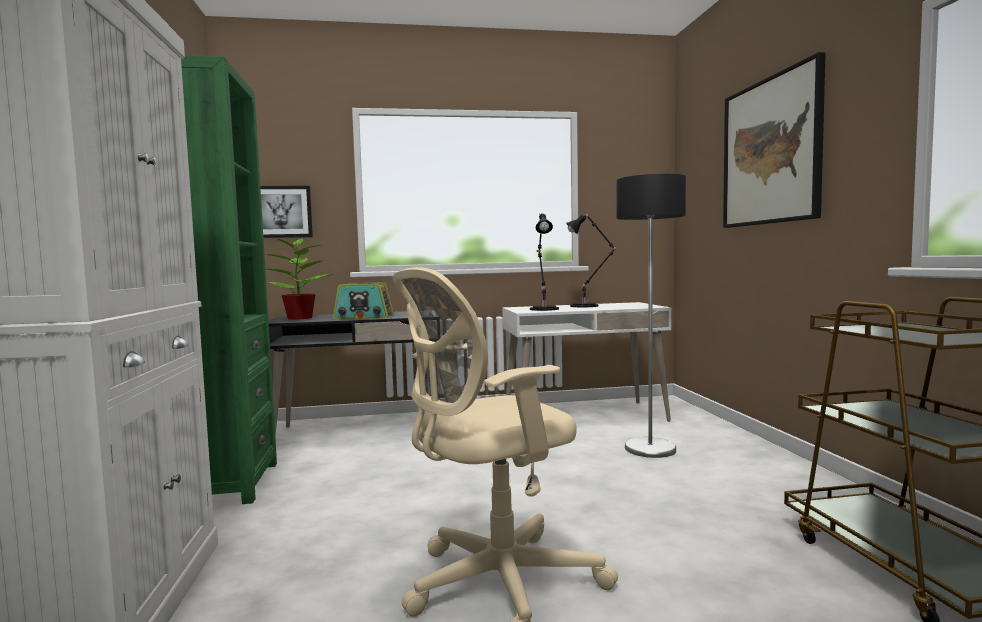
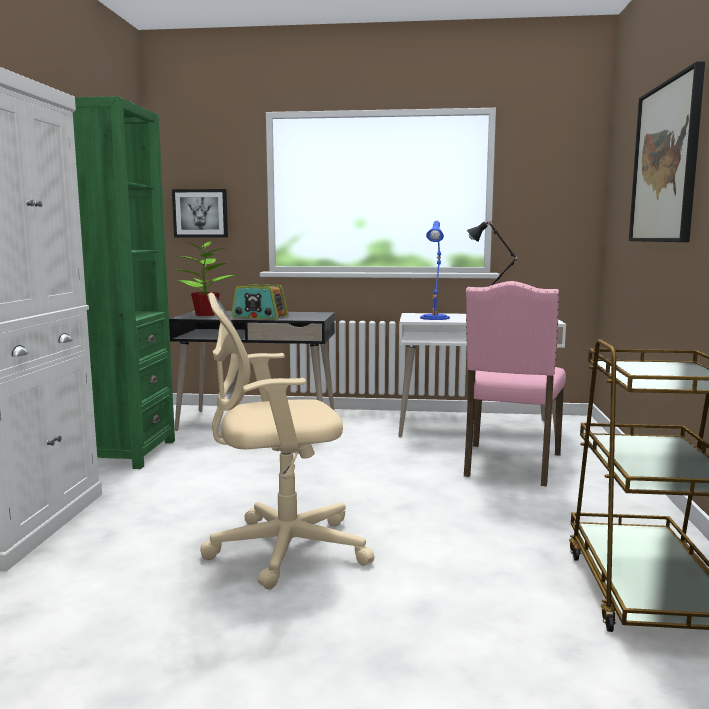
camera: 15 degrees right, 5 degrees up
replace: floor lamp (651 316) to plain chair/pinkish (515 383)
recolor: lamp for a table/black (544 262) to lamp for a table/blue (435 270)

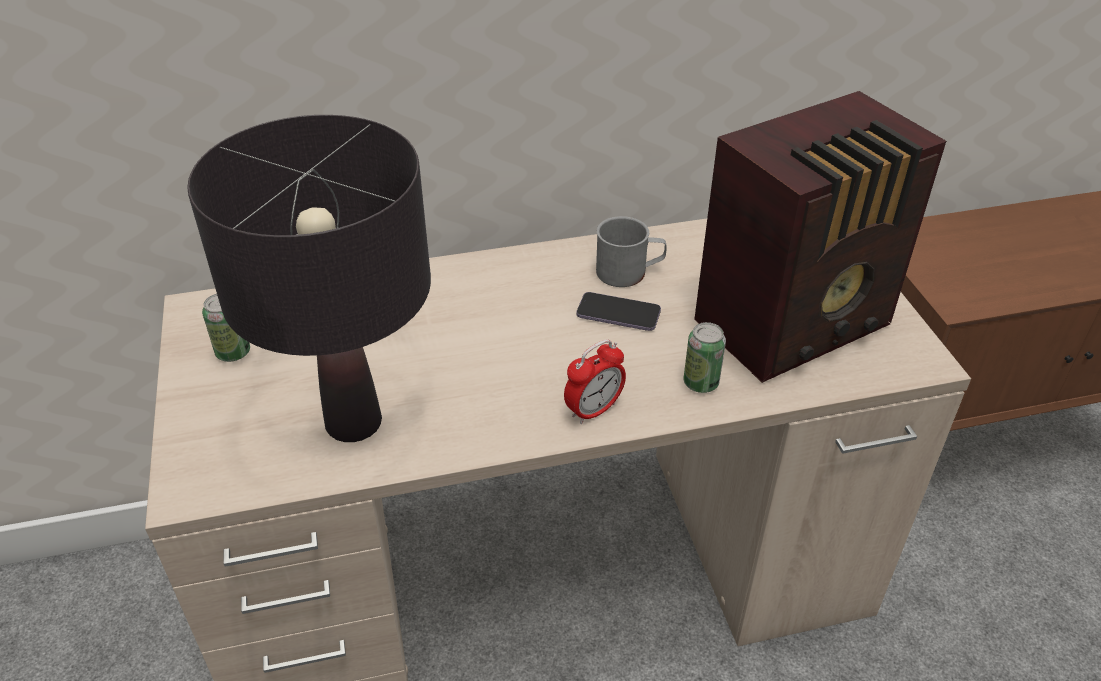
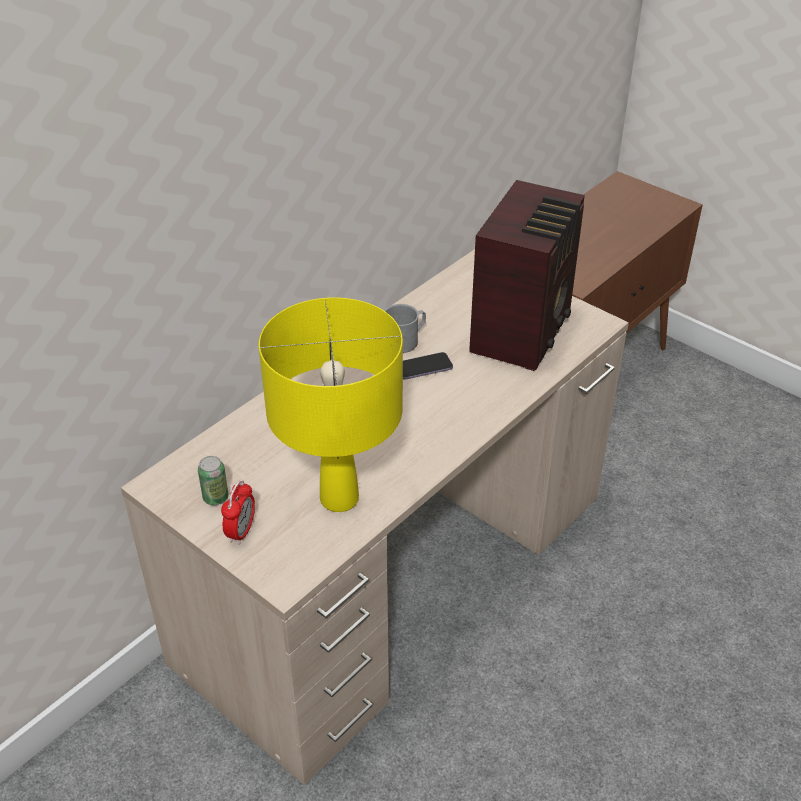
camera: 35 degrees left, 0 degrees up
delete: metal can (704 357)
move: bedside clock (595 381) to (238 512)
recolor: lamp for a table/black (309 278) to lamp for a table/yellowish (331 404)

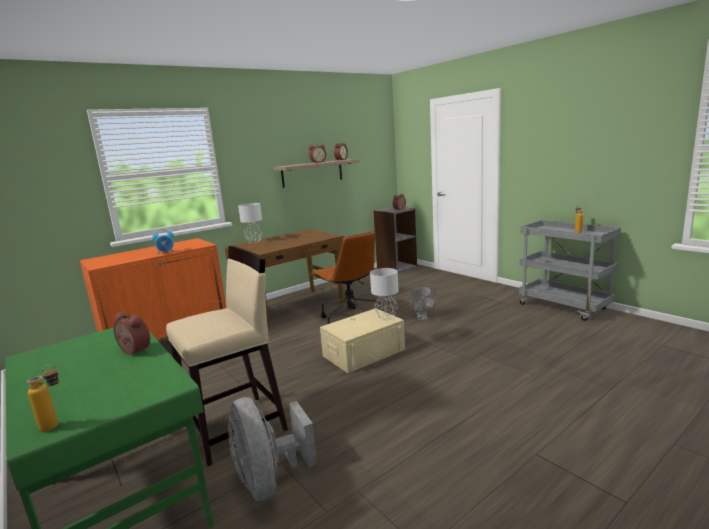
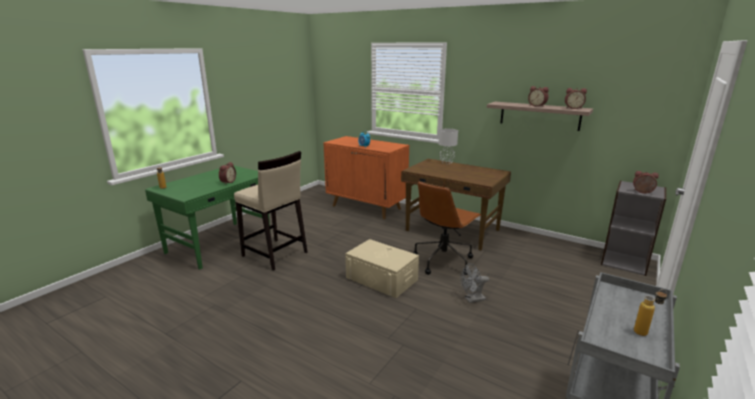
camera: 70 degrees right, 5 degrees up
delete: electric fan/grey (272 449); lamp for a table/grey (384 294)

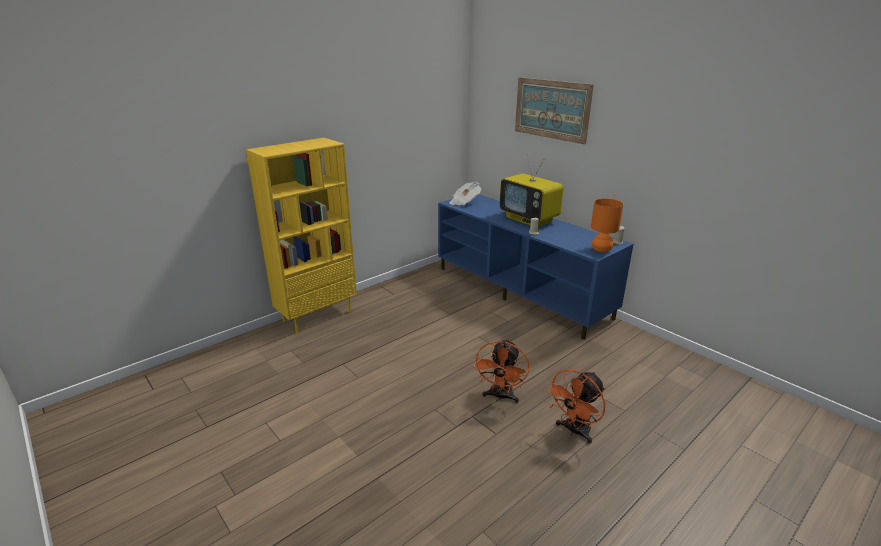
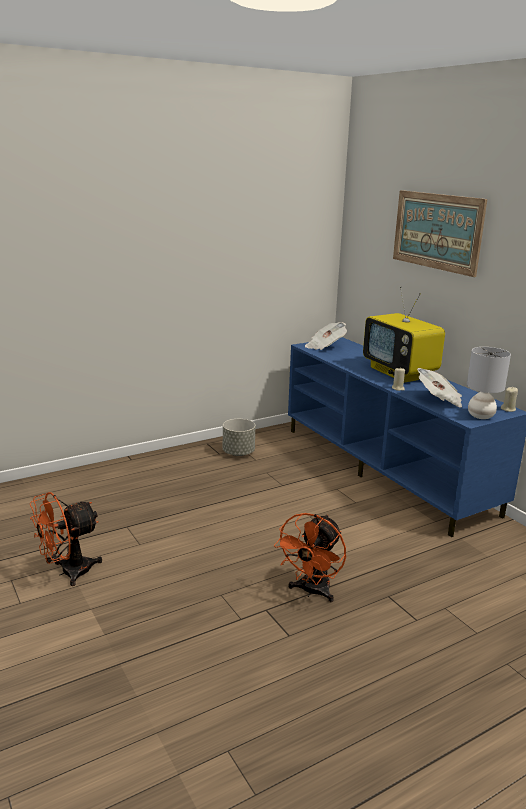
camera: 10 degrees right, 5 degrees down
delete: shelving unit/yellowish (301 236)
insert: flower pot/grey (239 437); newspaper (439 388)
move: electric fan/orange-coloured (575 407) to (66 539)
recolor: lamp for a table/orange-coloured (607 225) to lamp for a table/grey (489 383)

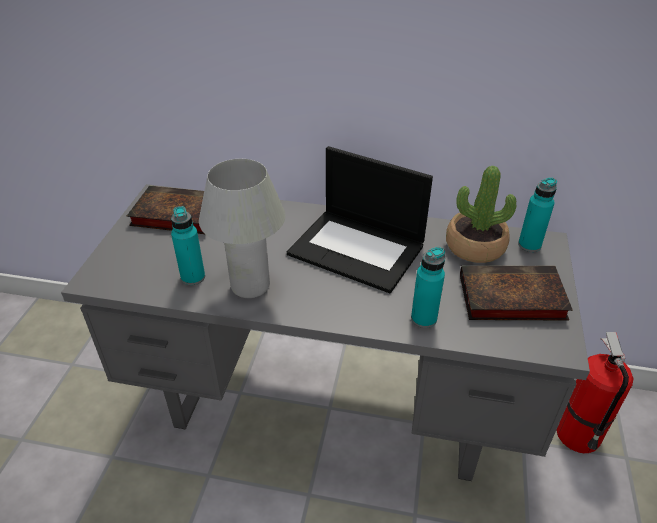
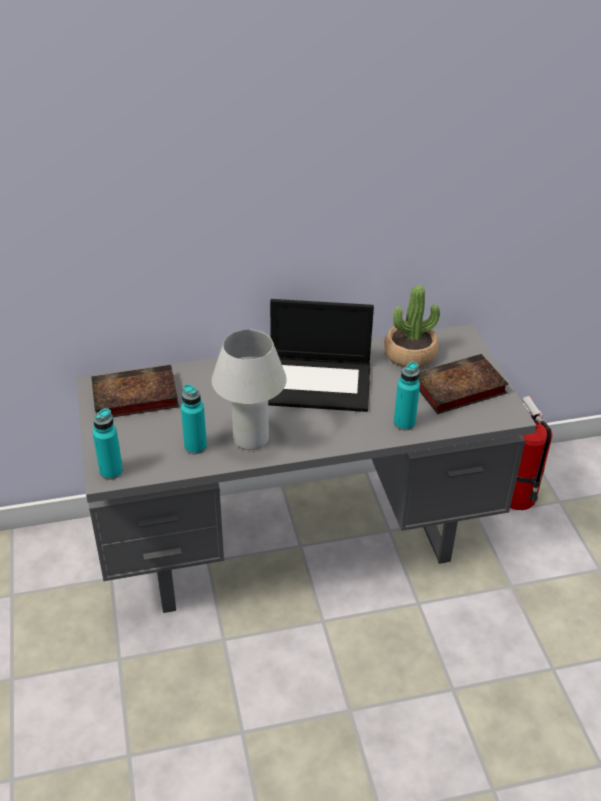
camera: 25 degrees left, 0 degrees up
move: beverage bottle/blue-green (537 214) to (108 444)

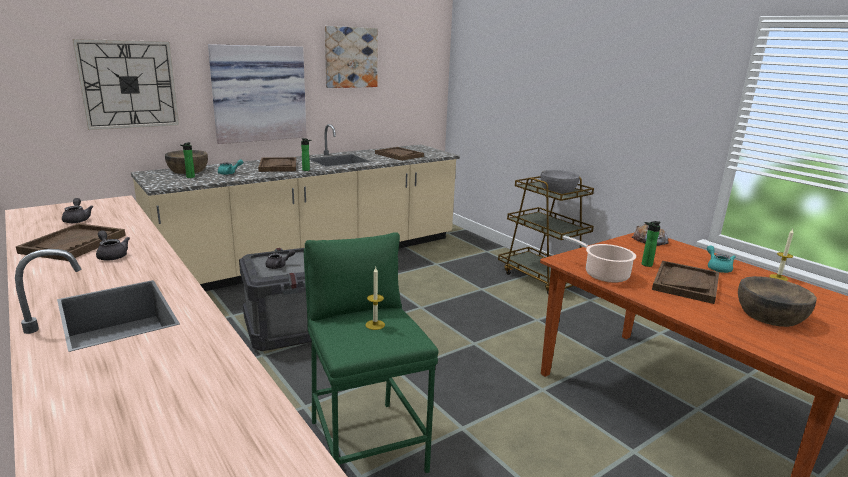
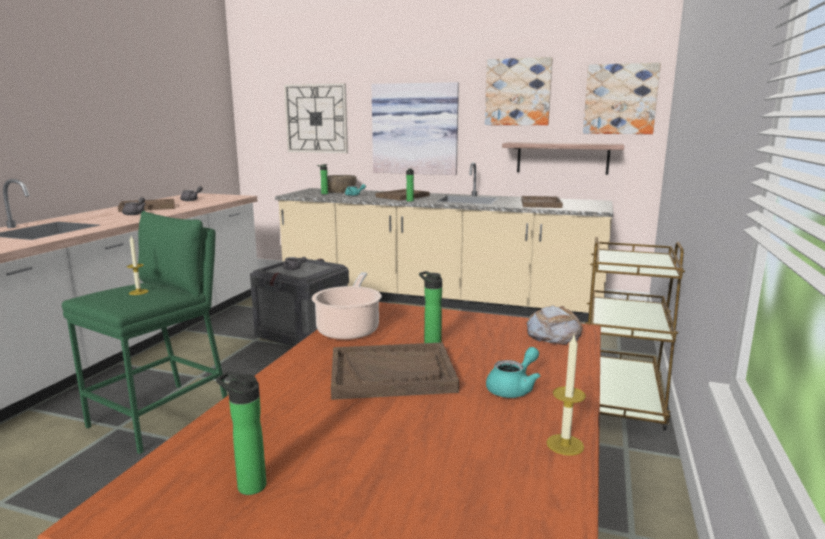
camera: 55 degrees right, 5 degrees down
delete: serving bowl/grey (560 182); serving bowl/brownish (777 301)
insert: beverage bottle (241 433); shelf (563 158); wall picture (622 98)

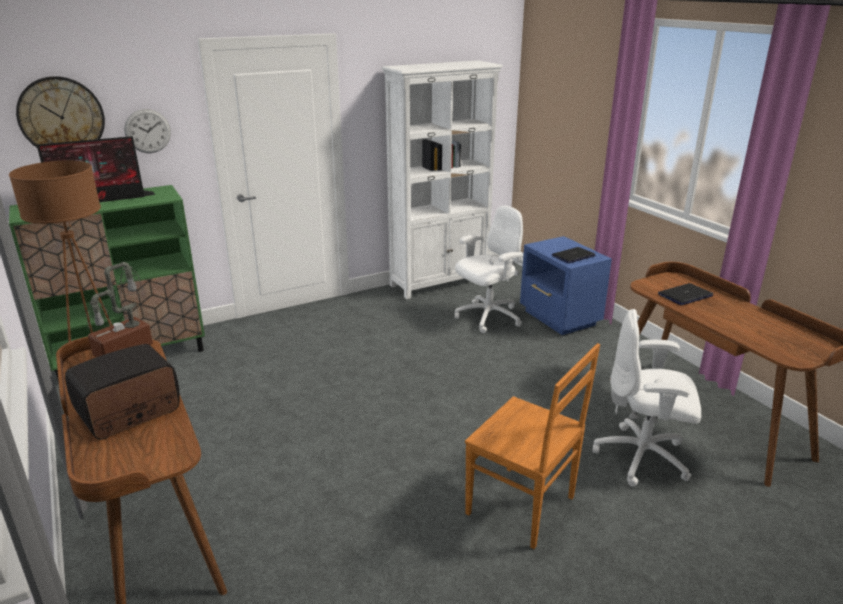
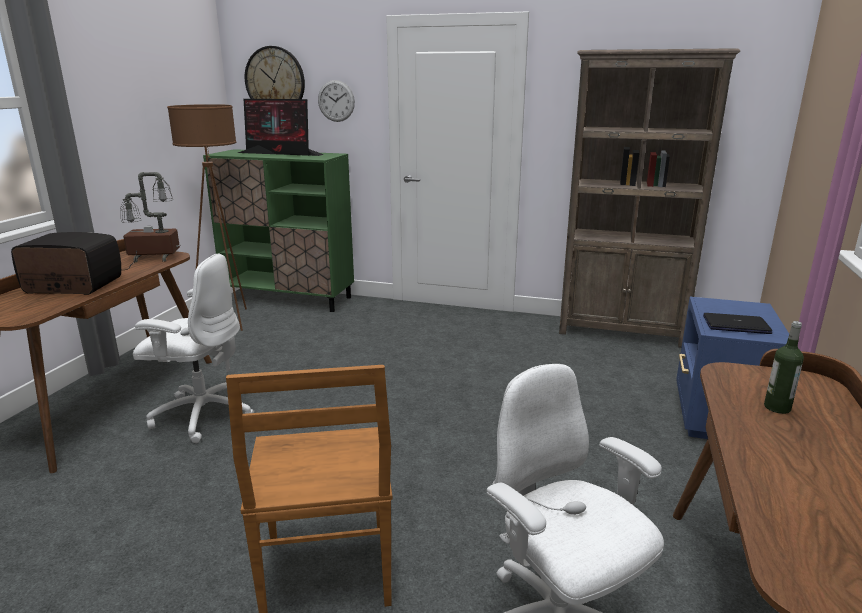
camera: 45 degrees right, 5 degrees down
move: office chair/whitish (489 269) to (194 348)
replace: portable computer (686 294) to beverage bottle (784 367)
recolor: shelving unit/whitish (442 179) to shelving unit/brownish (649 198)

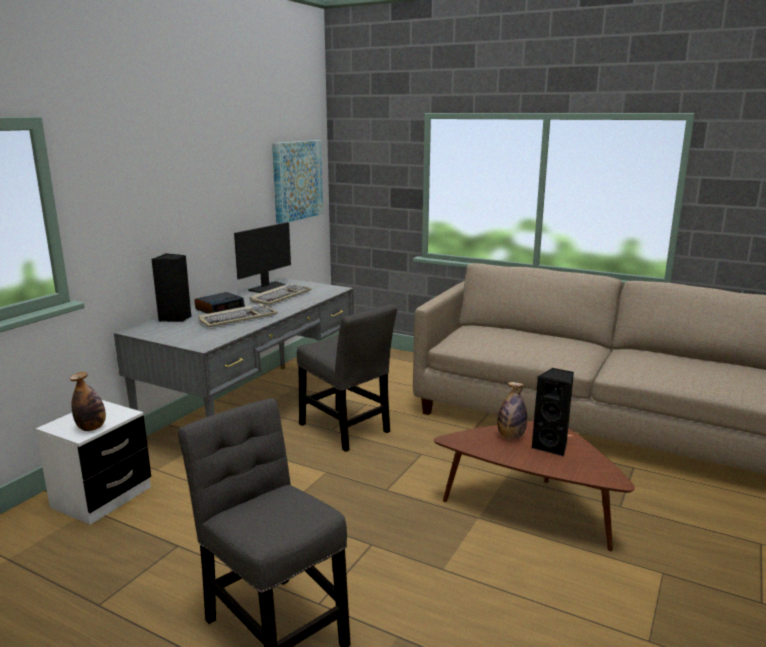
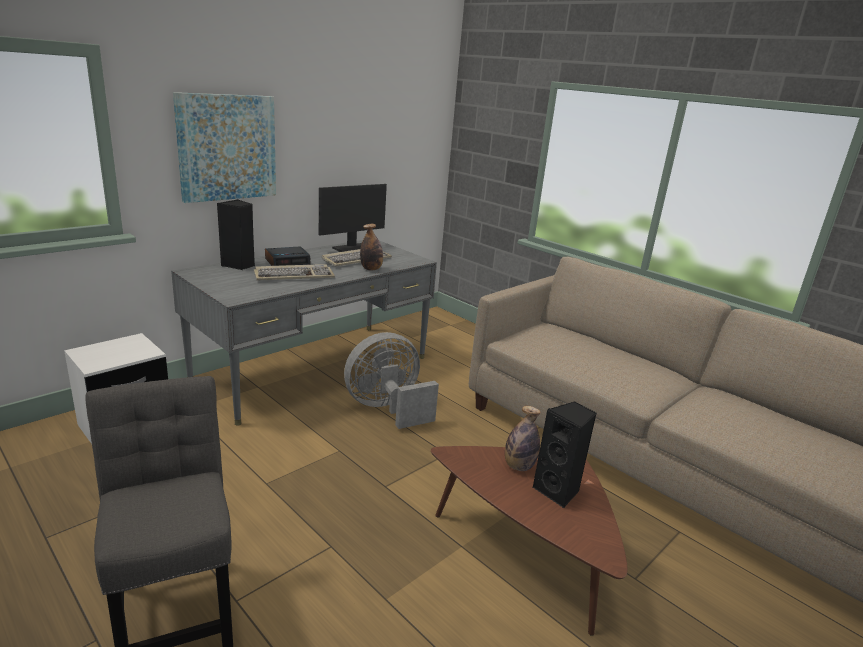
camera: 15 degrees right, 5 degrees up
move: wall picture (297 182) to (224 147); beverage bottle (88 401) to (371 247)
replace: plain chair/grey (347 378) to electric fan/grey (391 380)

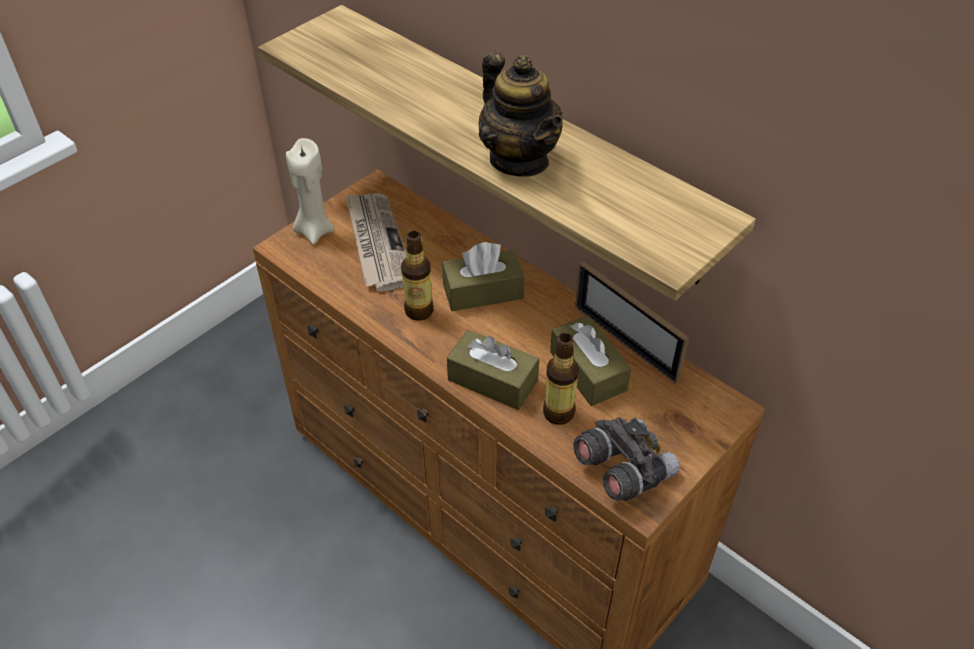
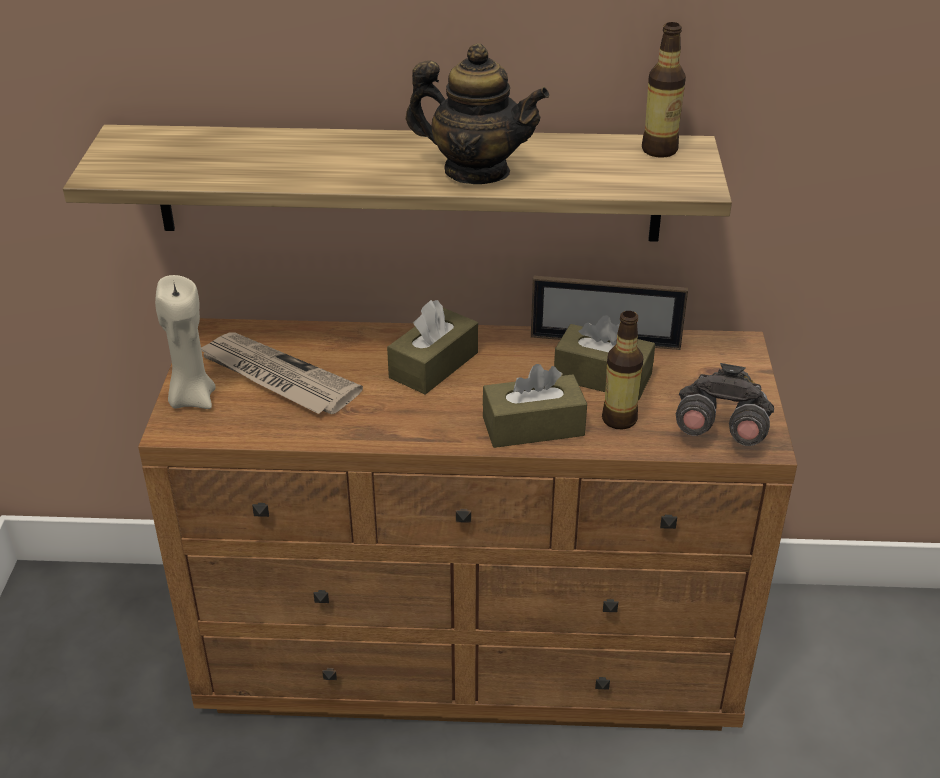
camera: 40 degrees left, 10 degrees down
move: beverage bottle (417 276) to (664 90)

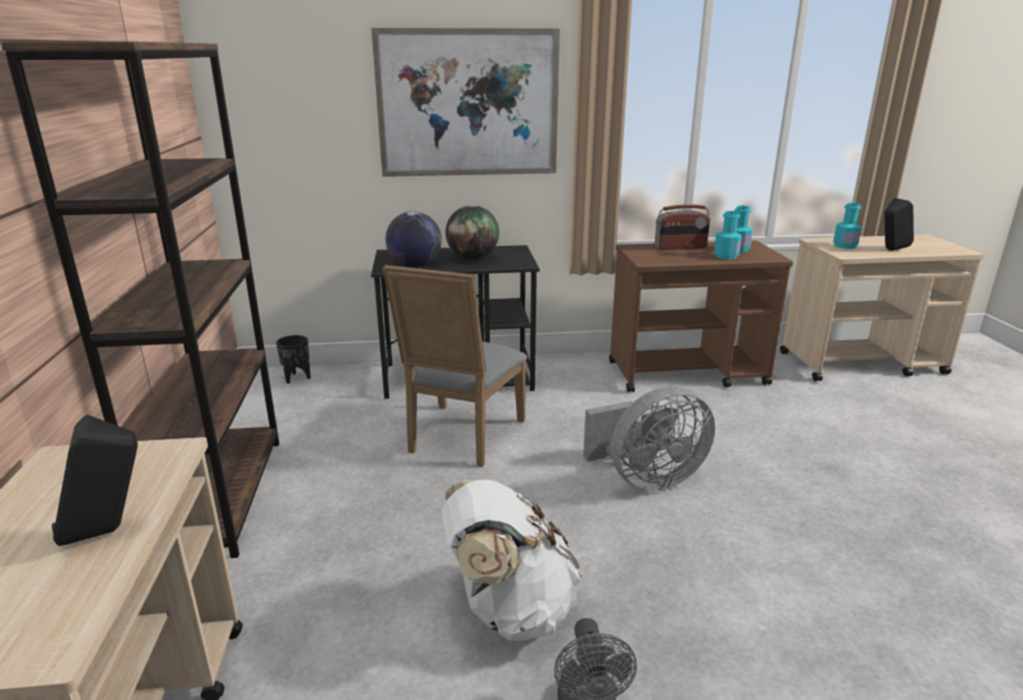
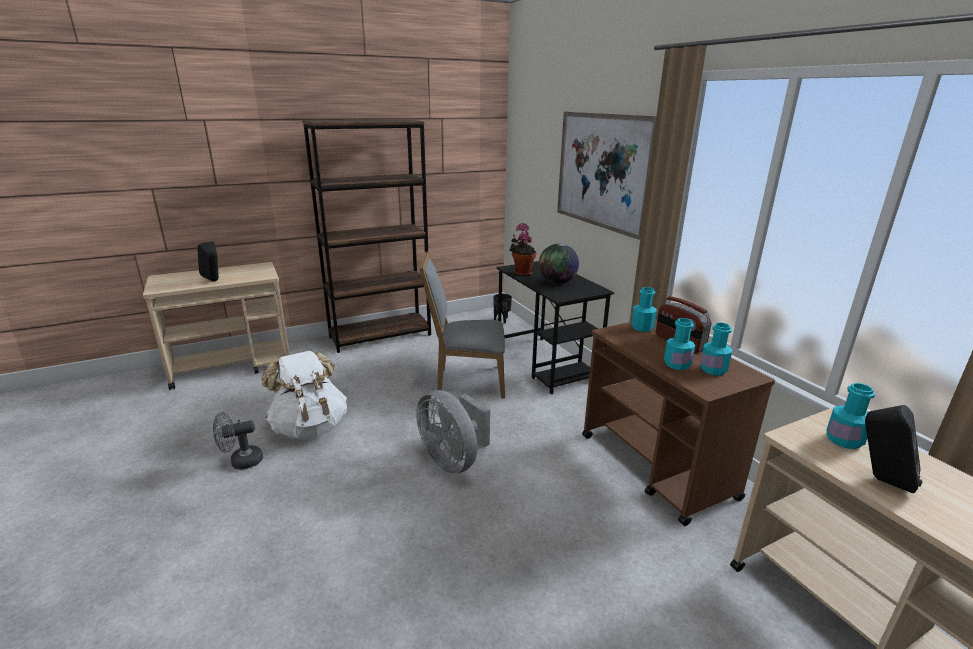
camera: 70 degrees right, 0 degrees up
insert: beverage bottle/blue-green (644 309)
replace: desk globe (414 239) to potted plant (522 249)

